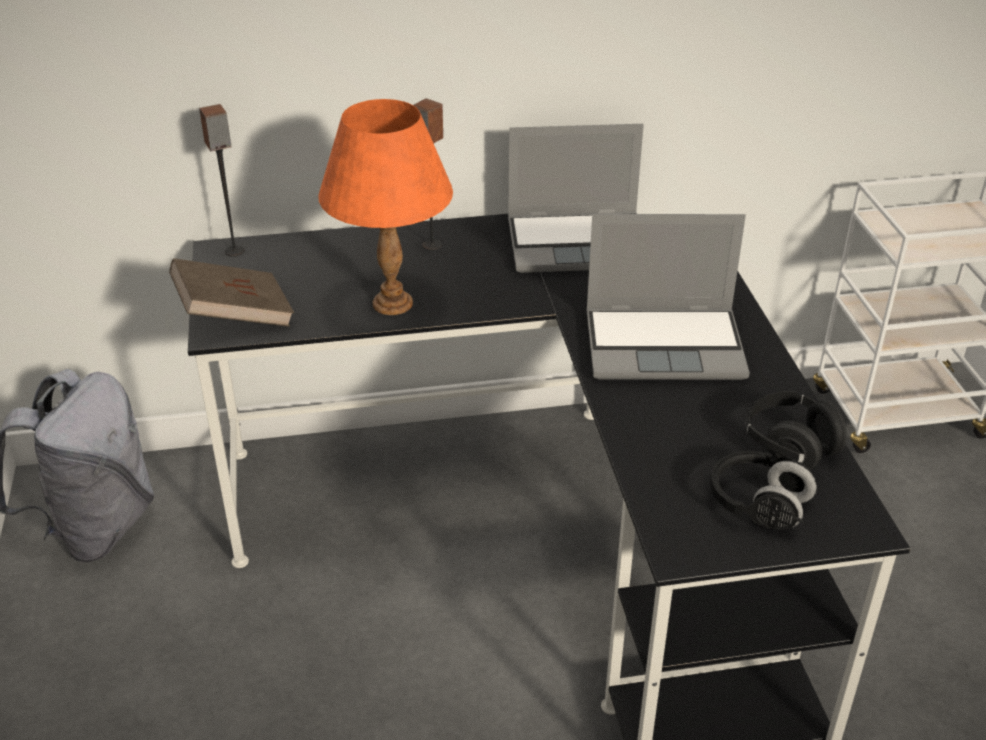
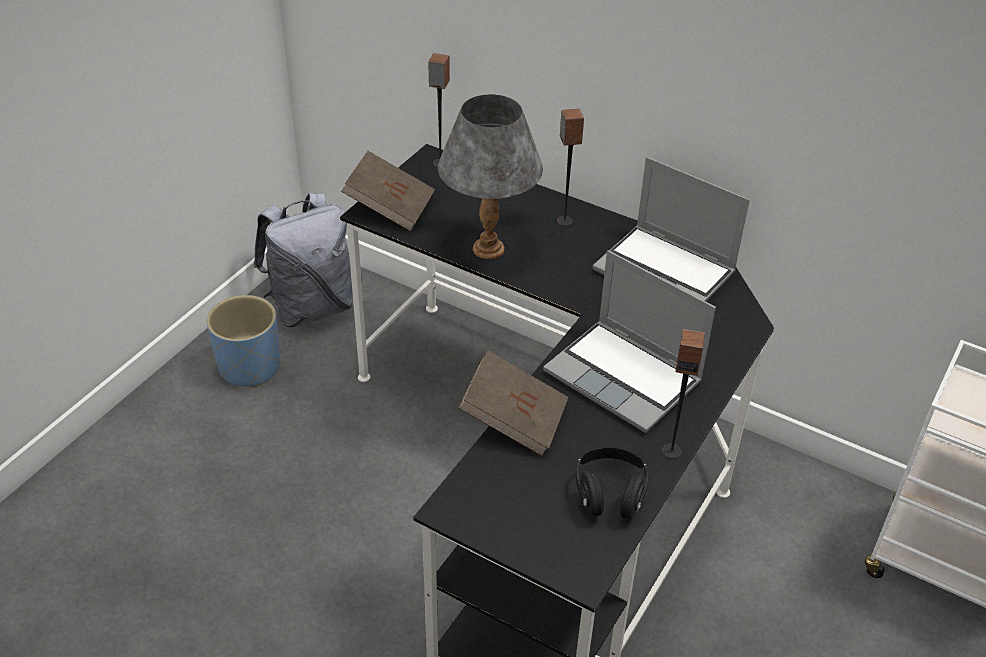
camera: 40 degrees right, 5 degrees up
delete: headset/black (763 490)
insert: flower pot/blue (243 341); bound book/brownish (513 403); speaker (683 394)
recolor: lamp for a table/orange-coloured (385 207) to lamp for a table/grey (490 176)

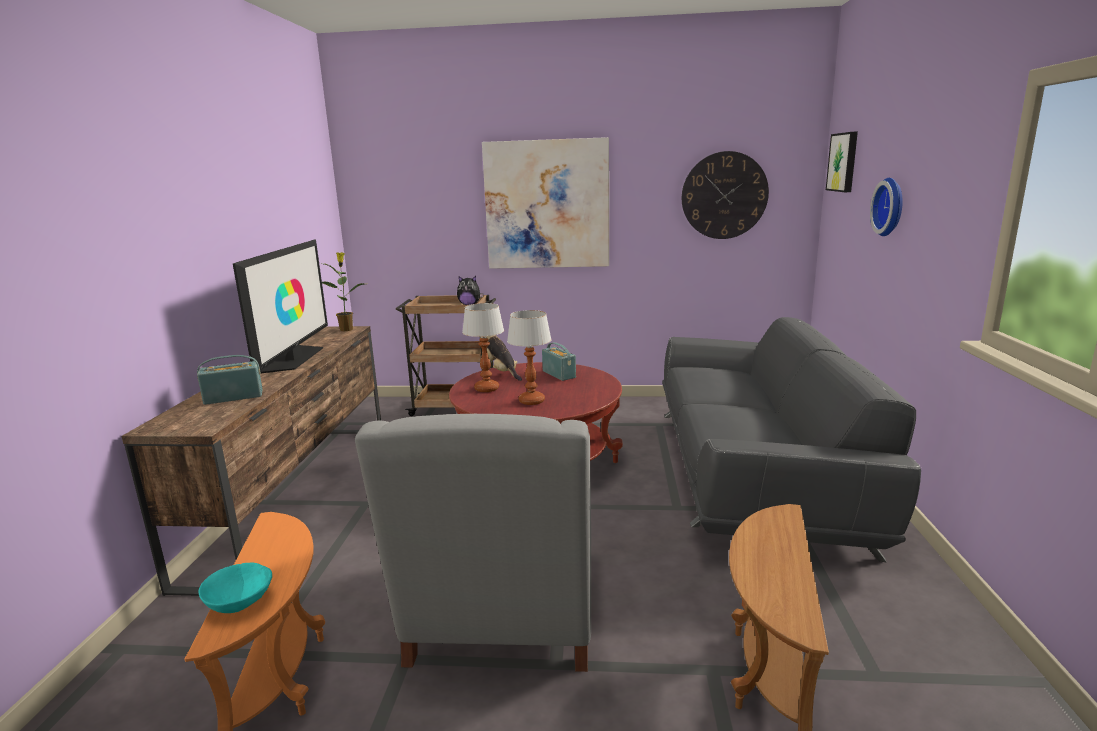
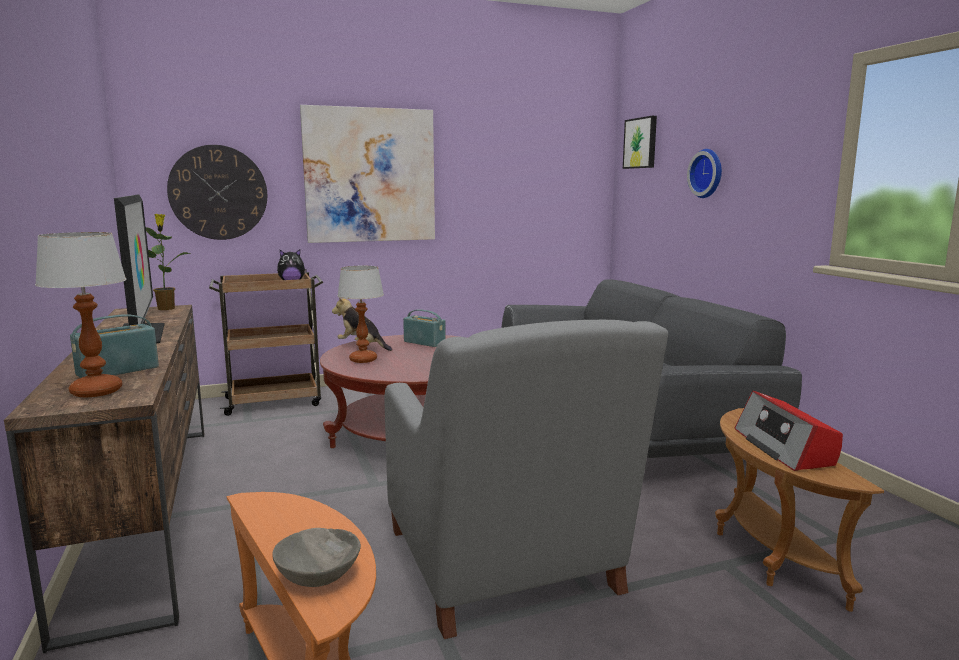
camera: 25 degrees left, 5 degrees down
insert: radio receiver (789 431)
move: lamp for a table (529 357) to (80 314); clock on the wall (725 195) to (217 192)
recolor: serving bowl/blue-green (235 588) to serving bowl/grey (316 557)

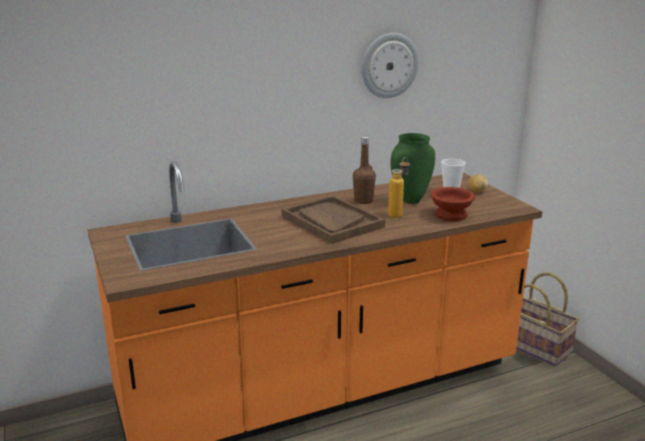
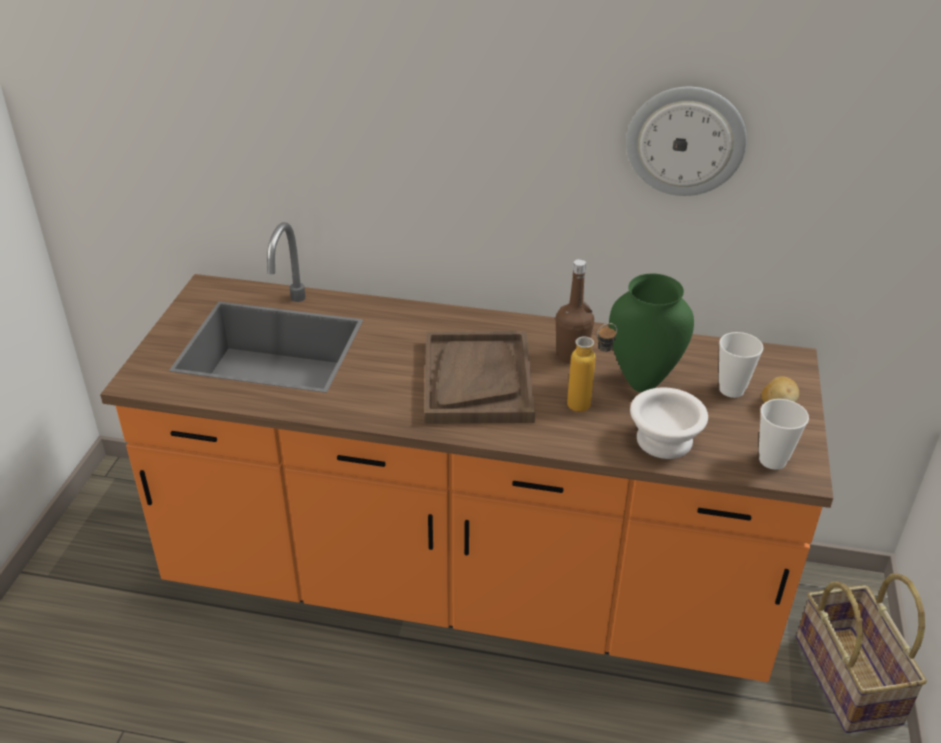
camera: 35 degrees right, 15 degrees up
insert: cup (784 434)
recolor: serving bowl/brownish (452 204) to serving bowl/whitish (669 423)

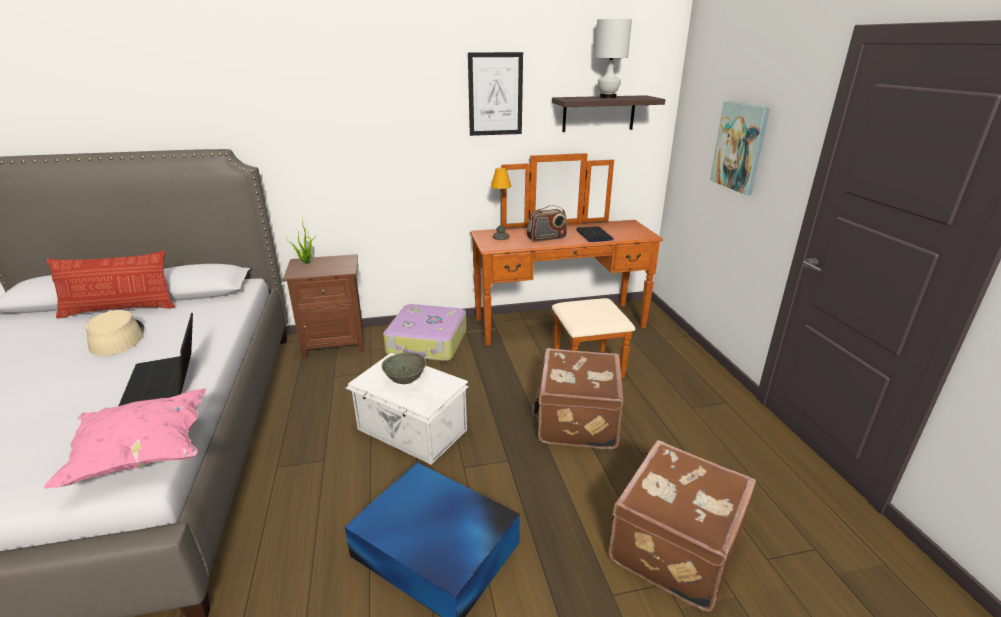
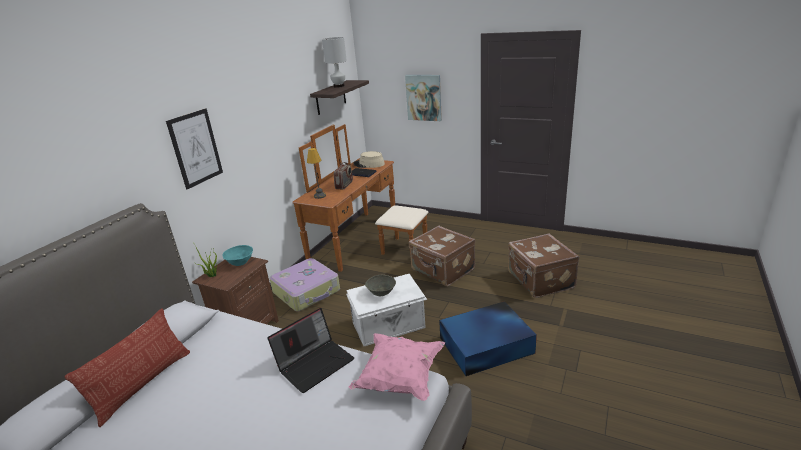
camera: 50 degrees left, 0 degrees up
insert: serving bowl/blue-green (237 255)
move: wall picture (495 94) to (194 148); wearable hat/sand-coloured (115 333) to (369 159)
rotate: portable computer (156 359) = (310 350) 60 degrees counterclockwise

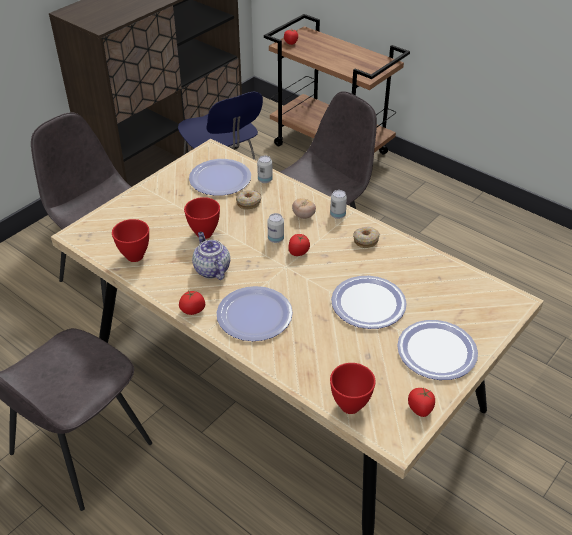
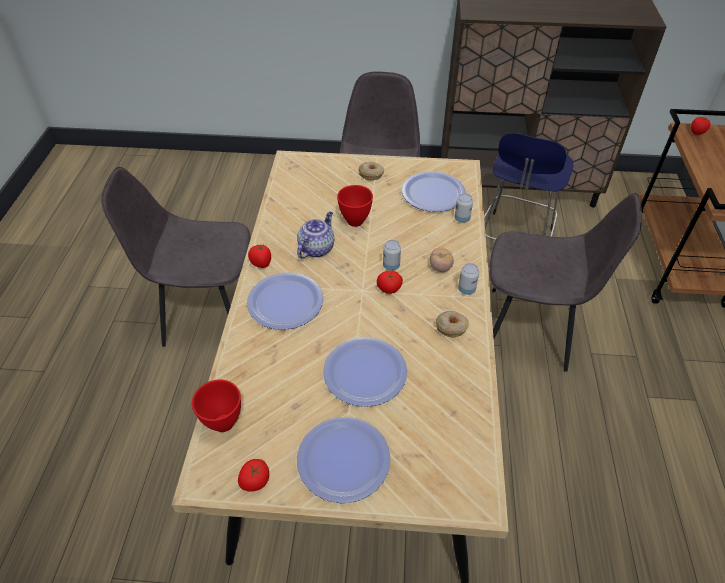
camera: 55 degrees right, 5 degrees up
delete: serving bowl/reddish (130 240)
move: ring doughnut (249 199) to (371 171)

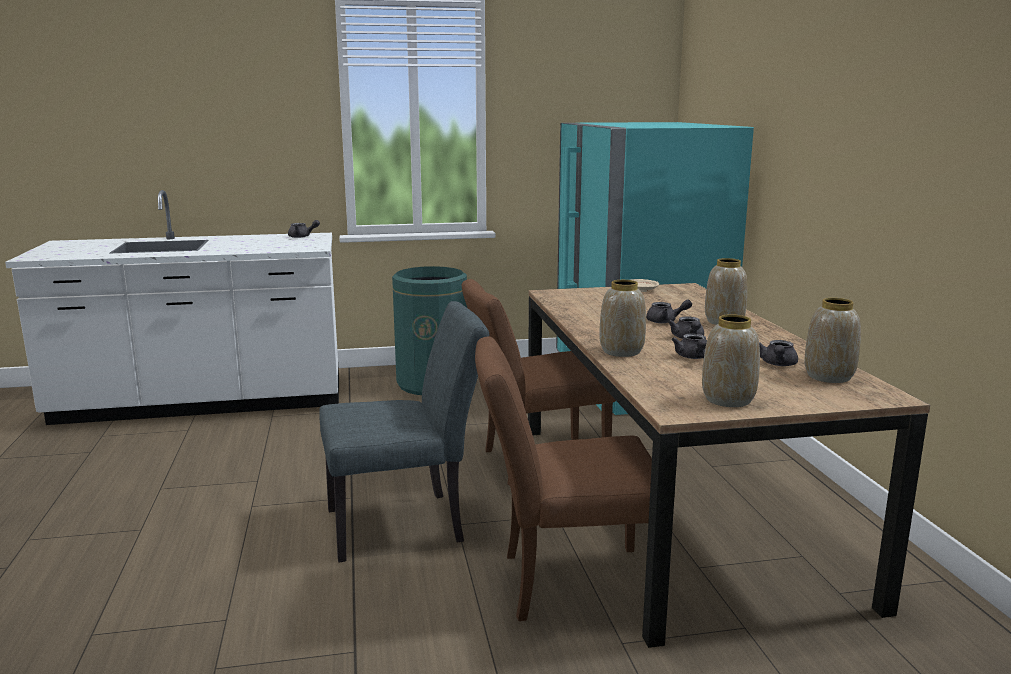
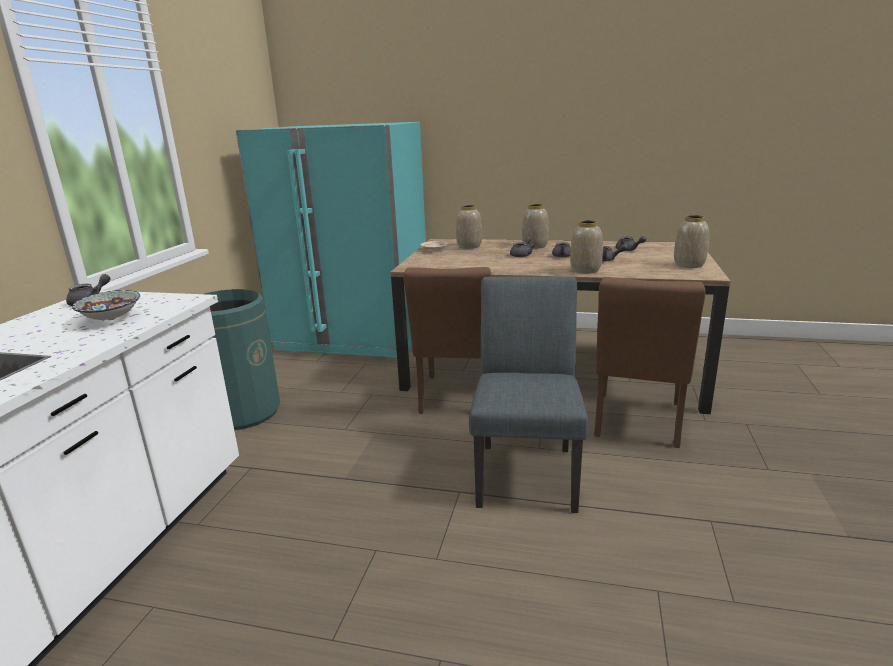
camera: 65 degrees left, 5 degrees up
insert: serving bowl (106 305)
move: decorative vase (832 340) to (469 227)

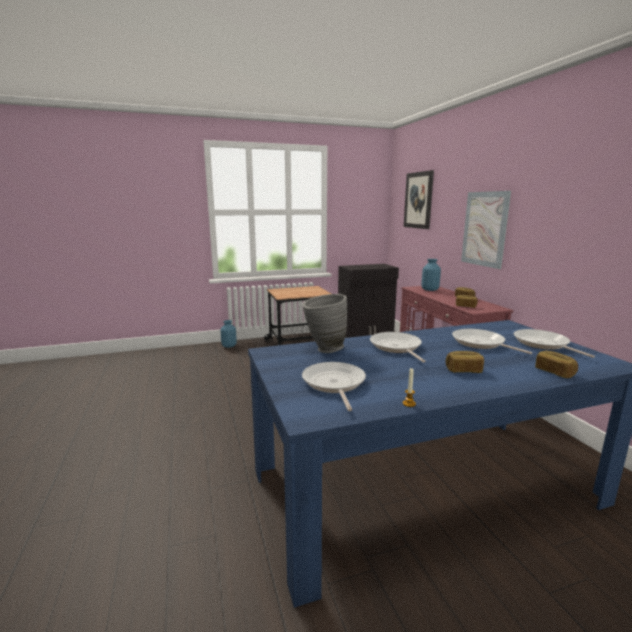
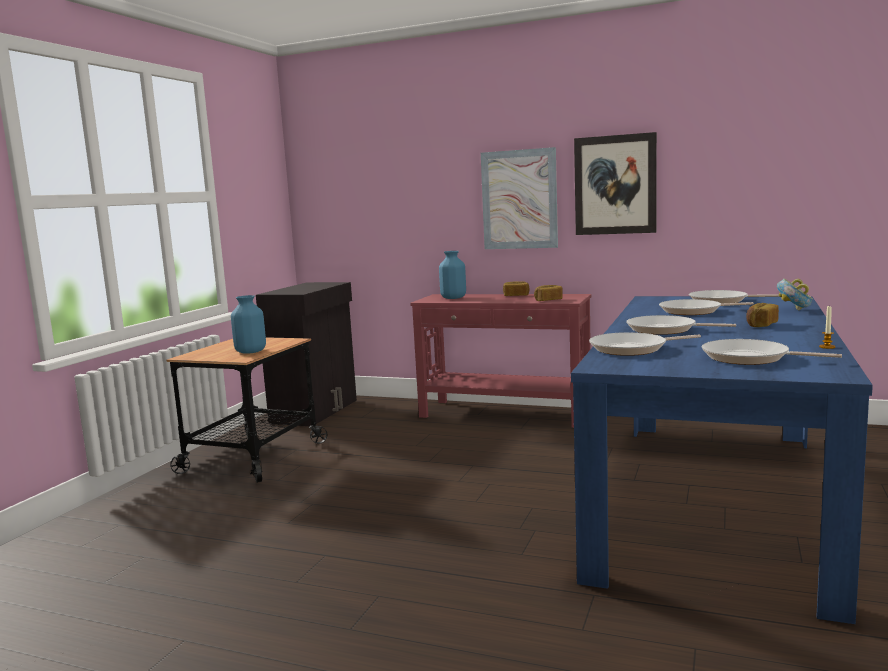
camera: 50 degrees left, 5 degrees down
move: decorative vase/blue (229 334) to (248 324); wall picture (419 199) to (615 183)
replace: decorative vase/grey (324 323) to skillet (645 344); bread (556 364) to serving bowl (795 294)

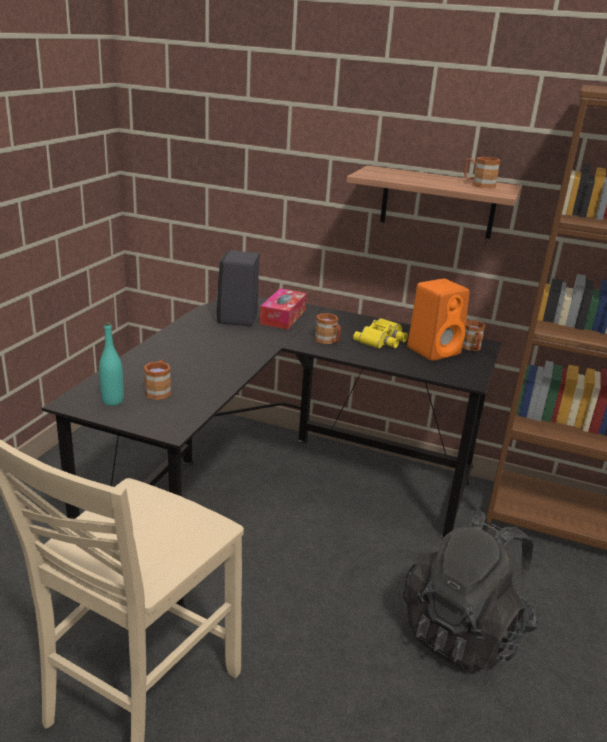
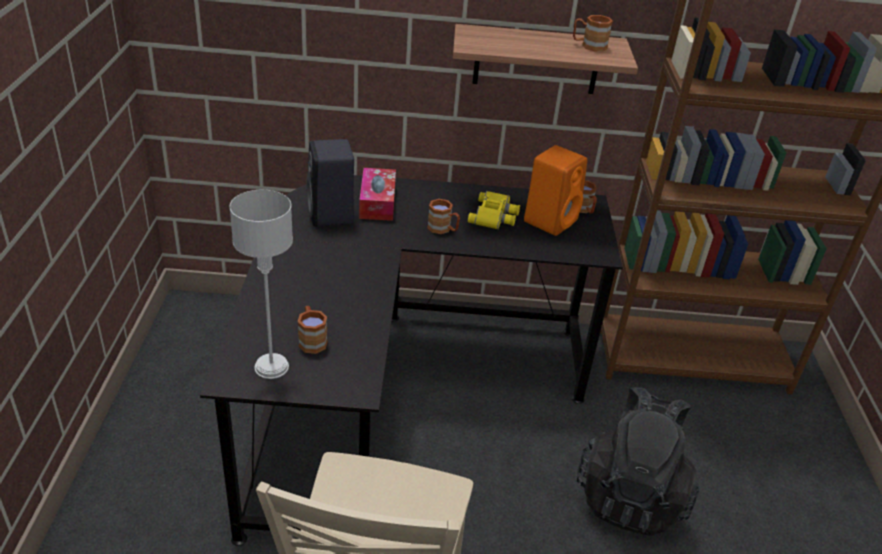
camera: 20 degrees left, 10 degrees up
replace: beverage bottle/blue-green (111 364) to lamp for a table/grey (261 284)

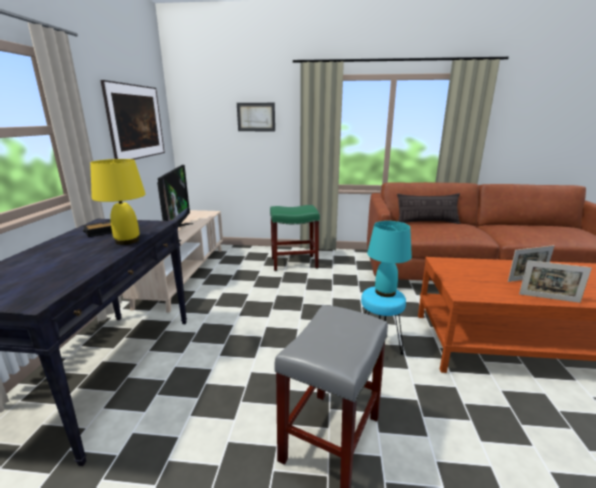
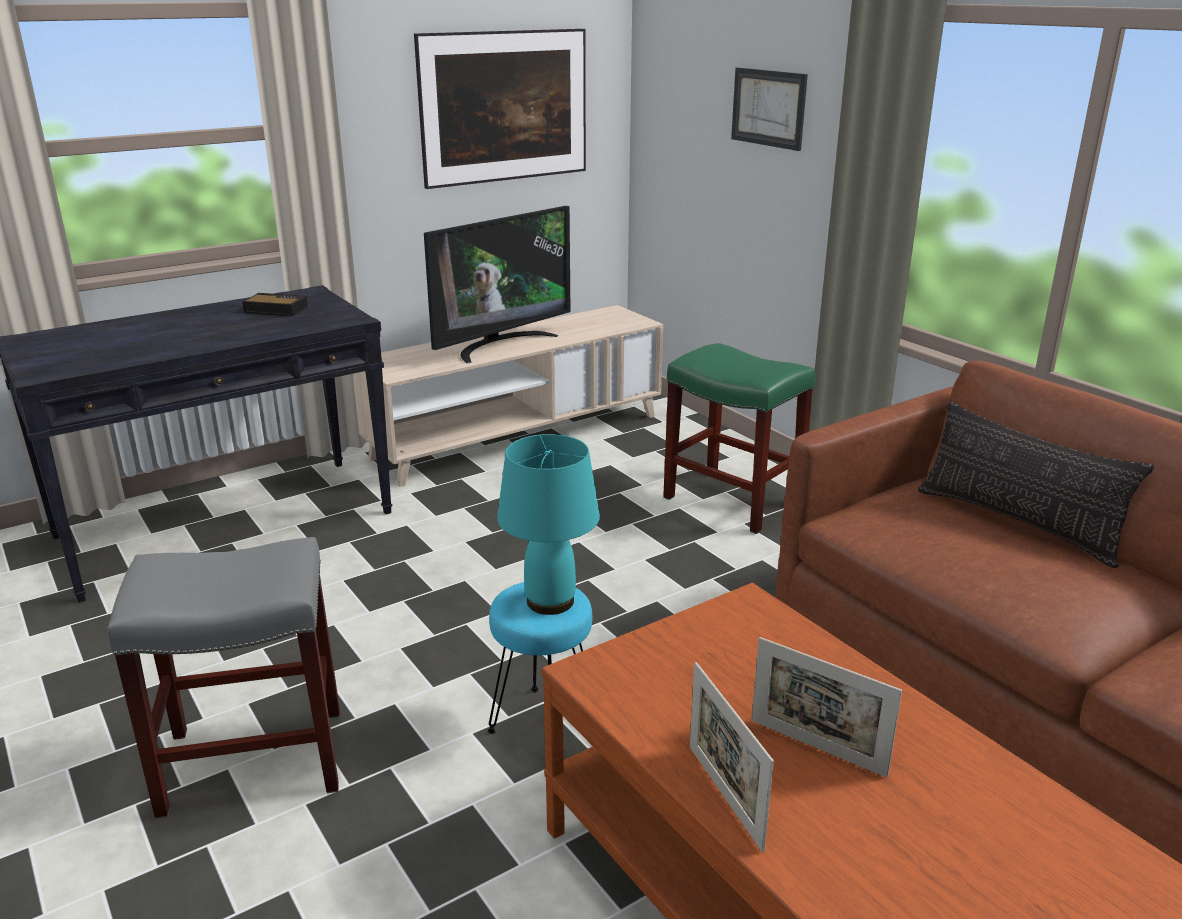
camera: 50 degrees right, 5 degrees up
delete: lamp for a table/yellowish (117 202)

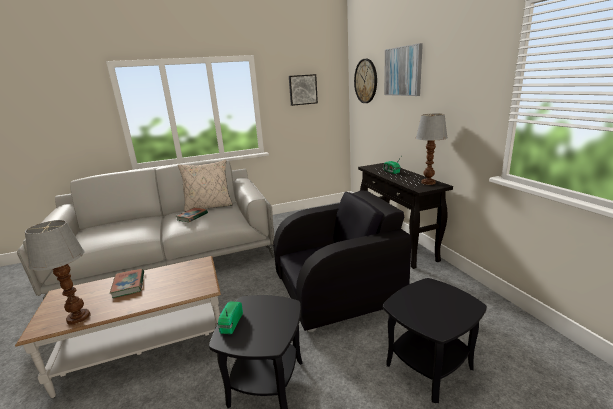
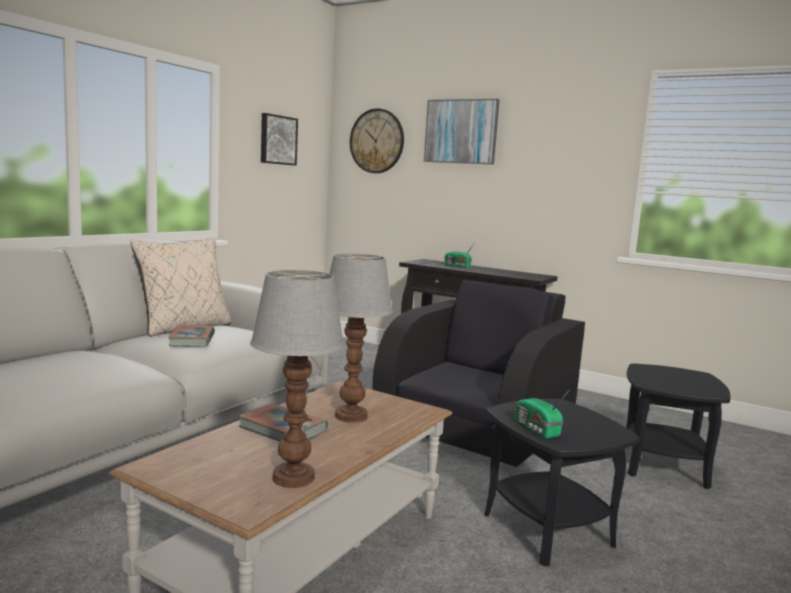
camera: 40 degrees left, 10 degrees down
move: lamp for a table (432 149) to (361 338)

